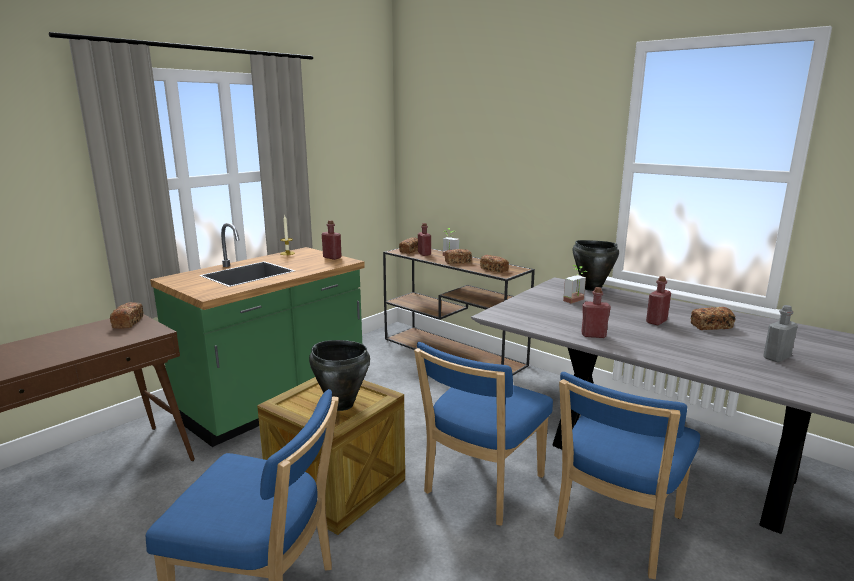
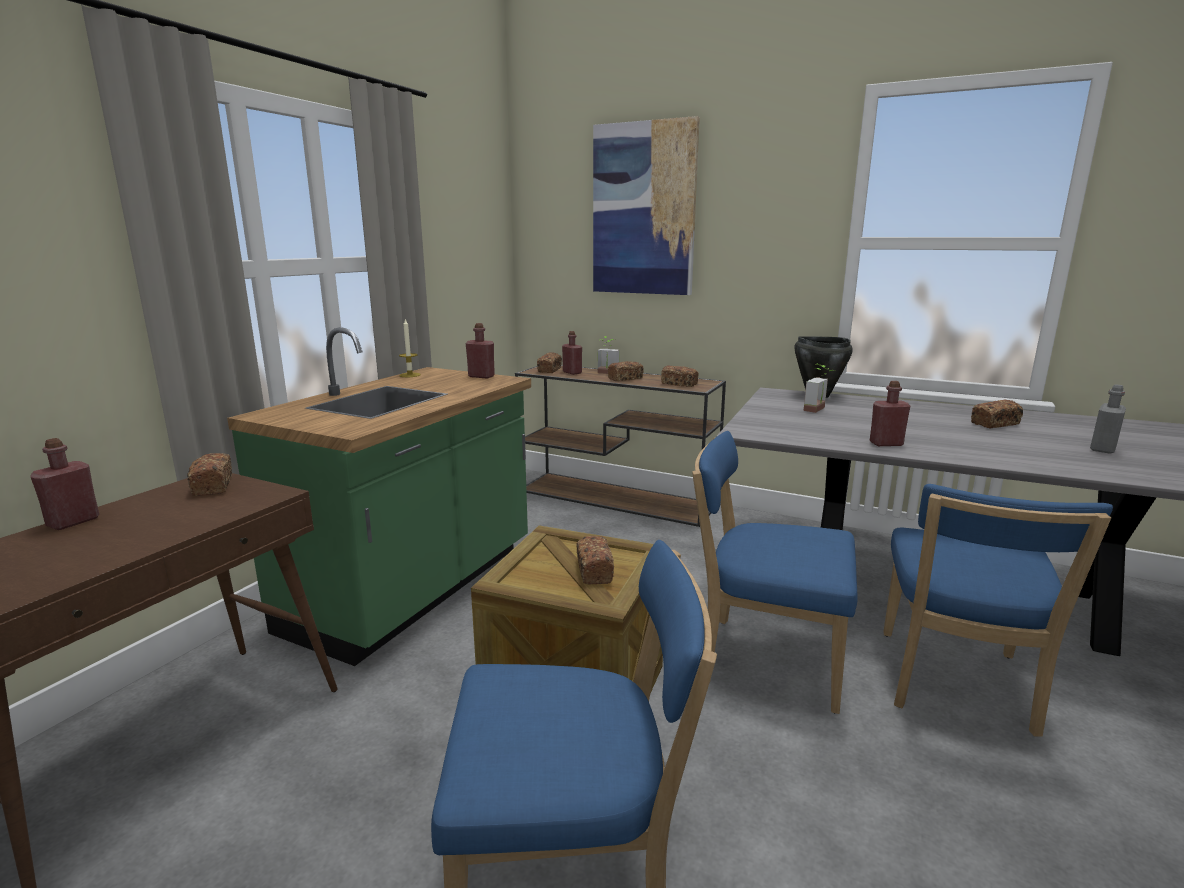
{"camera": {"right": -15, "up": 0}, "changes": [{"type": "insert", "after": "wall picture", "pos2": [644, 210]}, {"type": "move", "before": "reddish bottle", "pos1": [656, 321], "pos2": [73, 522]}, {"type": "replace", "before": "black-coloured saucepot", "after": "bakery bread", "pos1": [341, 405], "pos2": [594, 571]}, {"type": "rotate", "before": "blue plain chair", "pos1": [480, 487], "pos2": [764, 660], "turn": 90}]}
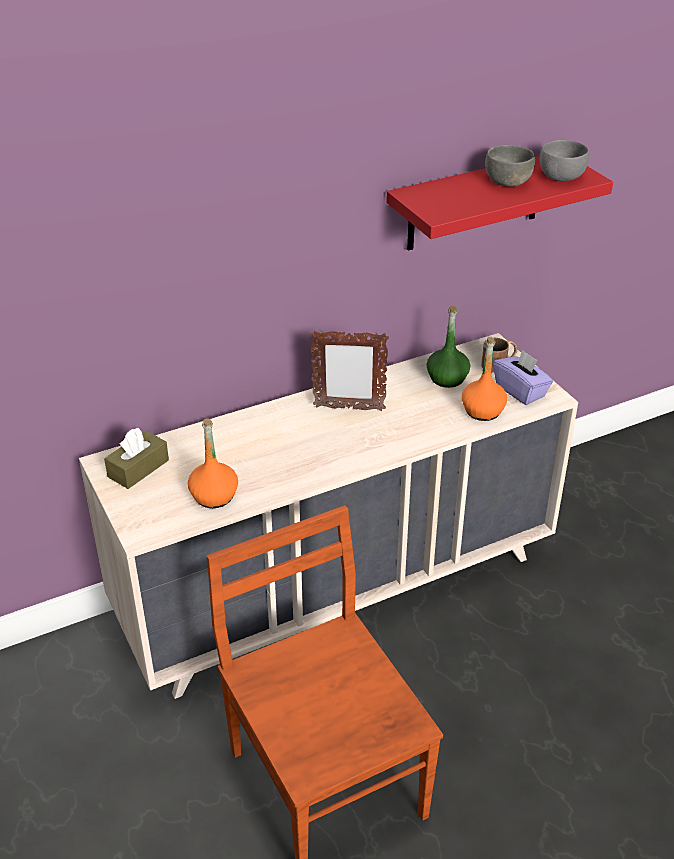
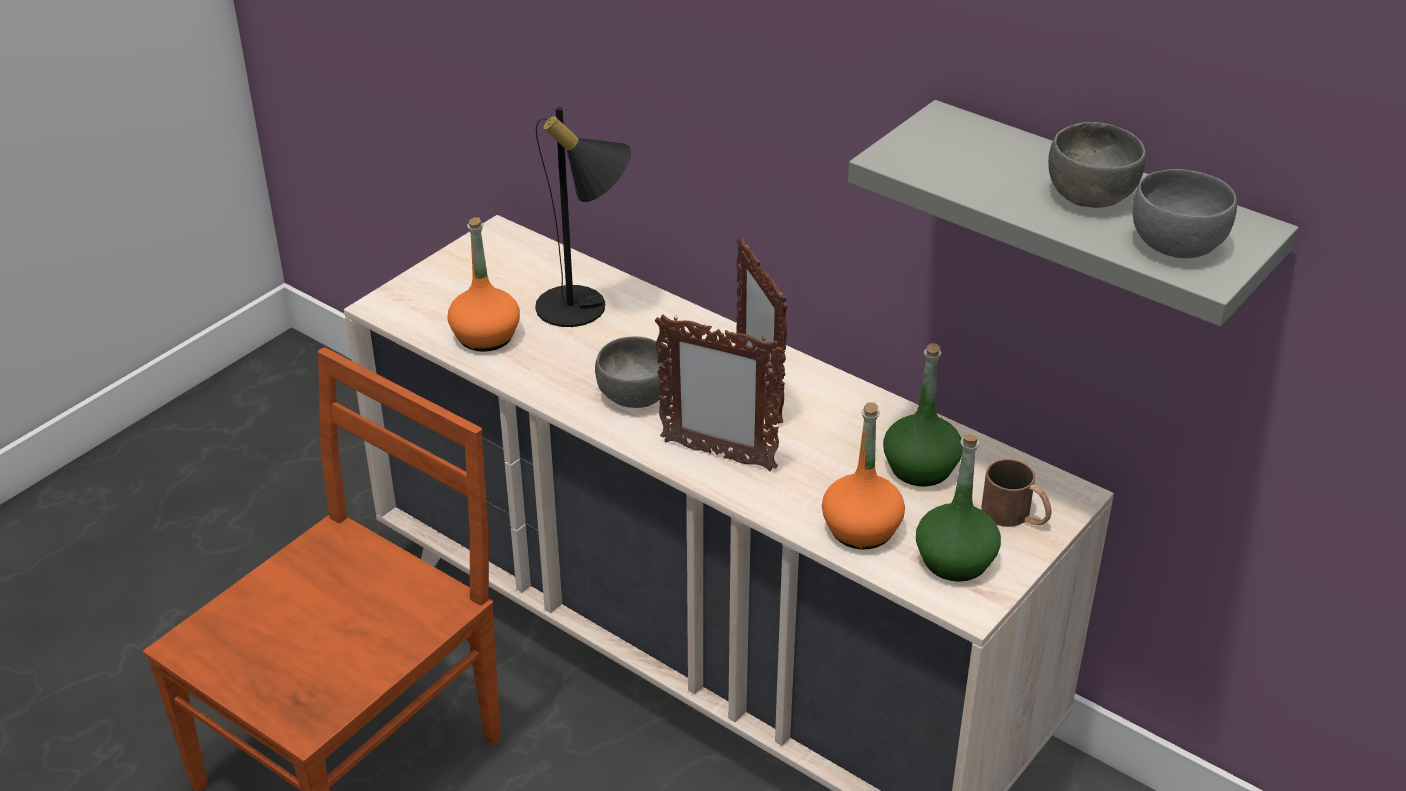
{"camera": {"right": 65, "up": 0}, "changes": [{"type": "delete", "before": "brown tissue box", "pos1": [138, 468]}, {"type": "insert", "after": "black-coloured lamp for a table", "pos2": [584, 308]}, {"type": "insert", "after": "grey bowl", "pos2": [636, 395]}, {"type": "insert", "after": "photo frame", "pos2": [717, 455]}, {"type": "replace", "before": "purple-coloured tissue box", "after": "green bottle", "pos1": [520, 391], "pos2": [955, 560]}, {"type": "recolor", "before": "reddish bracket shelf", "after": "grey bracket shelf", "pos1": [474, 202], "pos2": [1097, 216]}]}
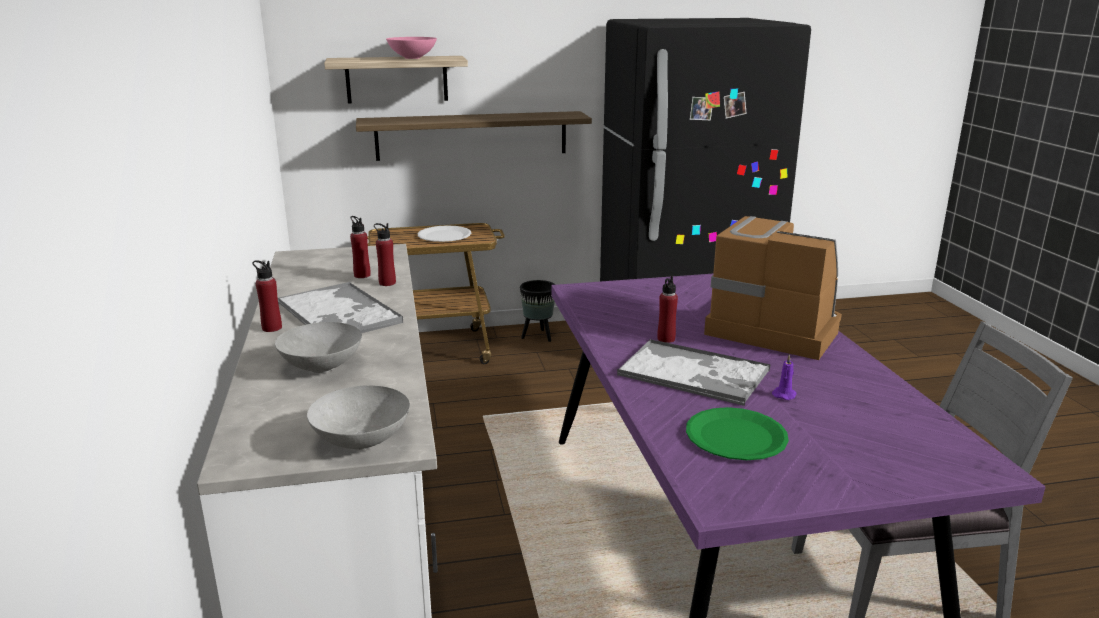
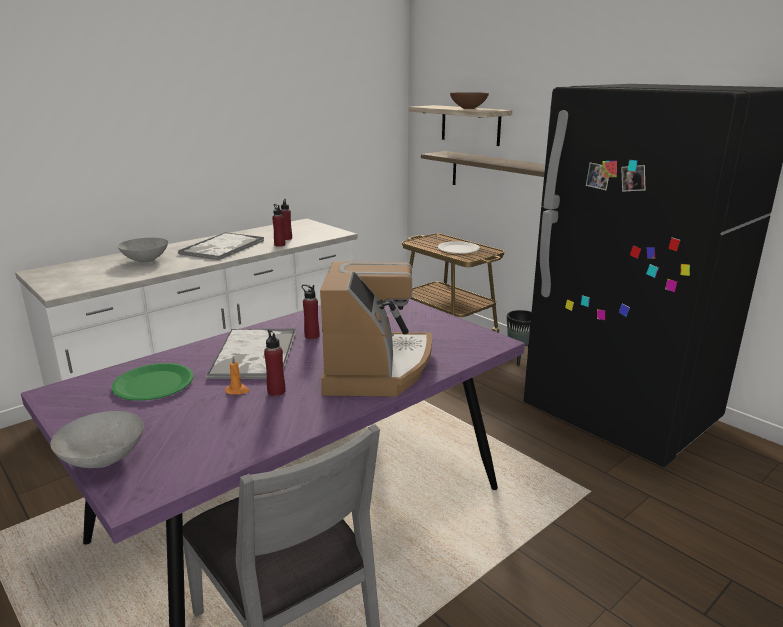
{"camera": {"right": 60, "up": 0}, "changes": [{"type": "move", "before": "reddish bottle", "pos1": [272, 328], "pos2": [276, 391]}, {"type": "move", "before": "grey bowl", "pos1": [362, 442], "pos2": [102, 460]}, {"type": "recolor", "before": "pinkish bowl", "after": "brown bowl", "pos1": [413, 58], "pos2": [469, 108]}, {"type": "recolor", "before": "purple-coloured wax light", "after": "orangey wax light", "pos1": [784, 394], "pos2": [237, 391]}]}
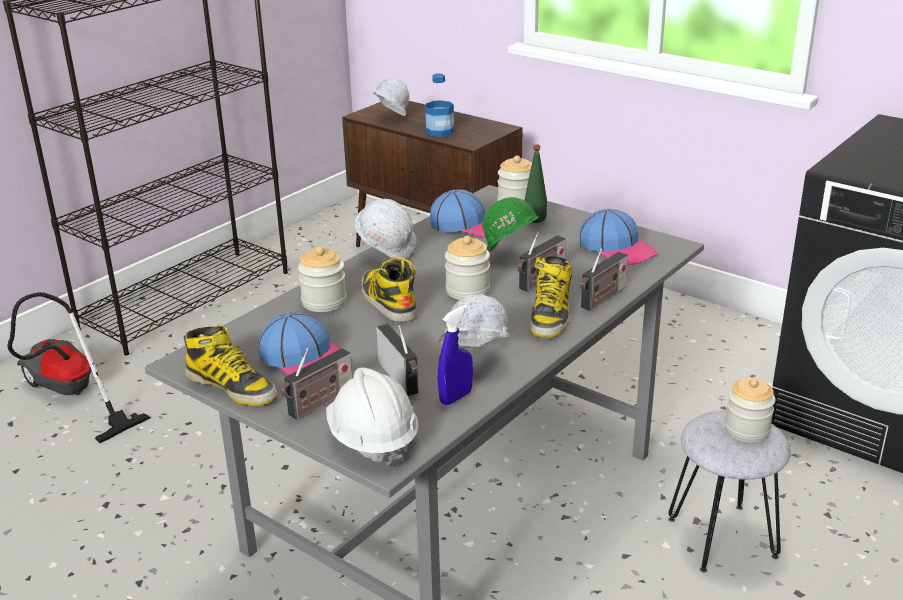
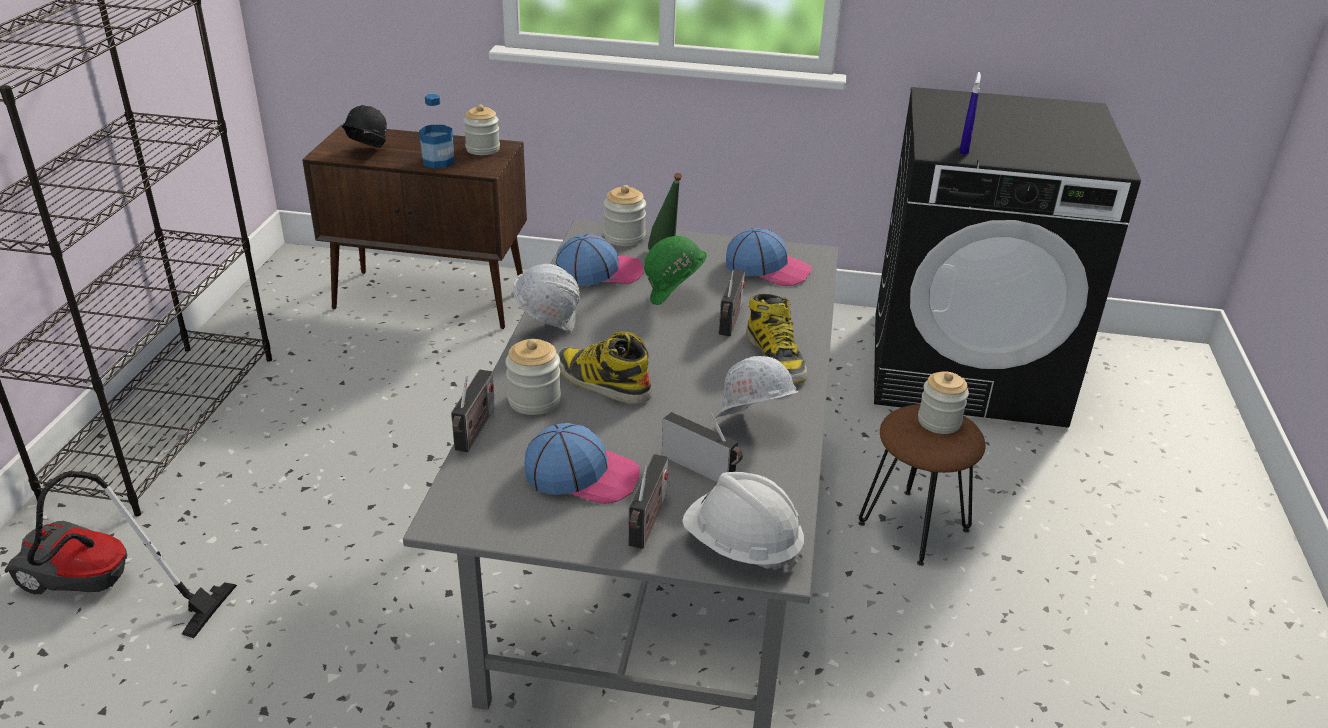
{"camera": {"right": -30, "up": 5}, "changes": [{"type": "delete", "before": "tall boot", "pos1": [232, 386]}, {"type": "move", "before": "blue hand sprayer", "pos1": [456, 397], "pos2": [964, 150]}, {"type": "move", "before": "jar", "pos1": [467, 291], "pos2": [483, 149]}, {"type": "move", "before": "radio", "pos1": [602, 299], "pos2": [475, 431]}, {"type": "recolor", "before": "whitish hard hat", "after": "black-coloured hard hat", "pos1": [391, 119], "pos2": [366, 154]}, {"type": "recolor", "before": "grey sitting stool", "after": "brown sitting stool", "pos1": [722, 538], "pos2": [914, 527]}]}
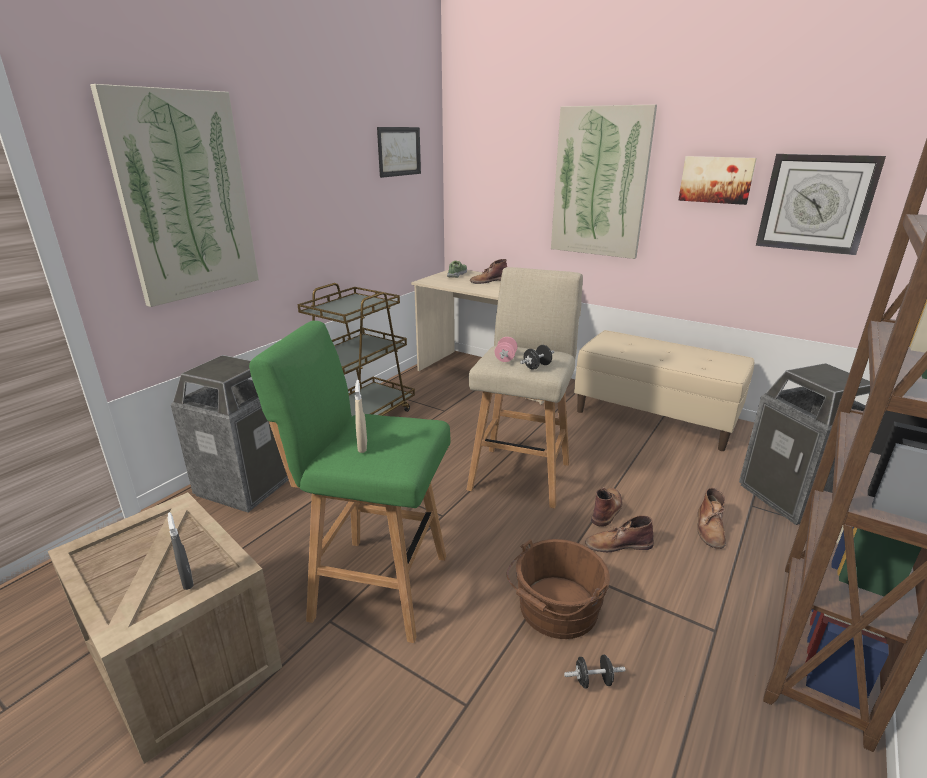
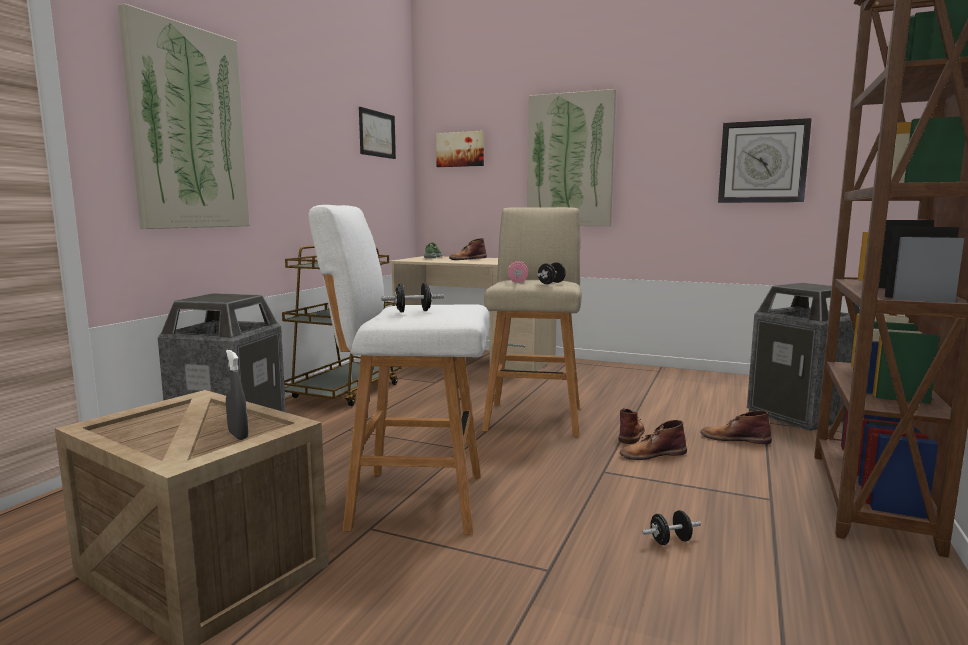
{"camera": {"right": -10, "up": -15}, "changes": [{"type": "delete", "before": "brown water bucket", "pos1": [555, 610]}, {"type": "delete", "before": "sand-coloured long seat", "pos1": [655, 417]}, {"type": "move", "before": "wall picture", "pos1": [716, 179], "pos2": [460, 149]}, {"type": "replace", "before": "sand-coloured hand sprayer", "after": "black-coloured dumbbell", "pos1": [362, 446], "pos2": [413, 311]}, {"type": "recolor", "before": "green sitting stool", "after": "whitish sitting stool", "pos1": [375, 585], "pos2": [411, 500]}, {"type": "rotate", "before": "brown tall boot", "pos1": [710, 529], "pos2": [734, 438], "turn": 105}]}
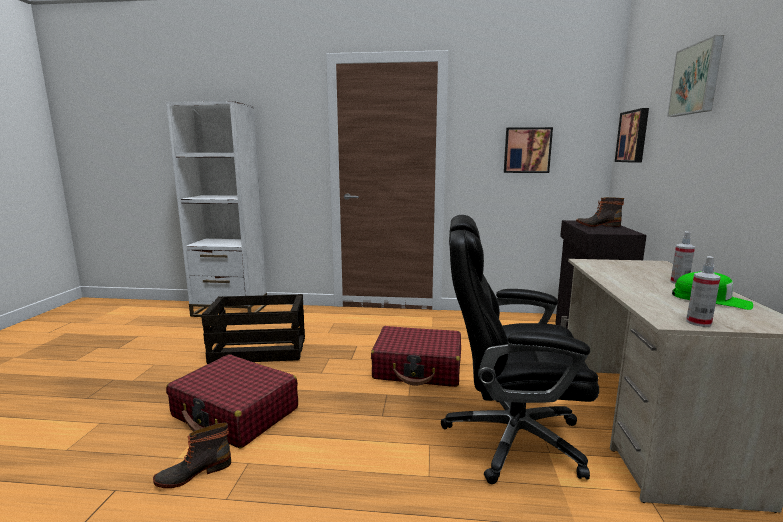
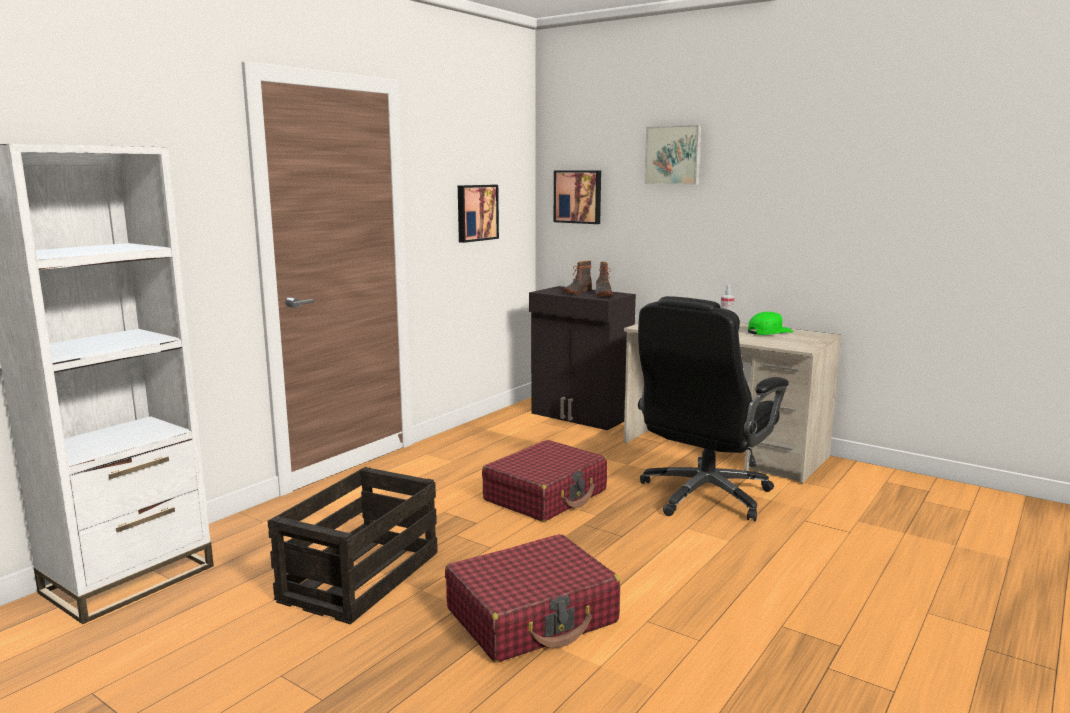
{"camera": {"right": -60, "up": 0}, "changes": [{"type": "delete", "before": "hand sprayer", "pos1": [698, 322]}, {"type": "move", "before": "tall boot", "pos1": [194, 472], "pos2": [602, 294]}]}
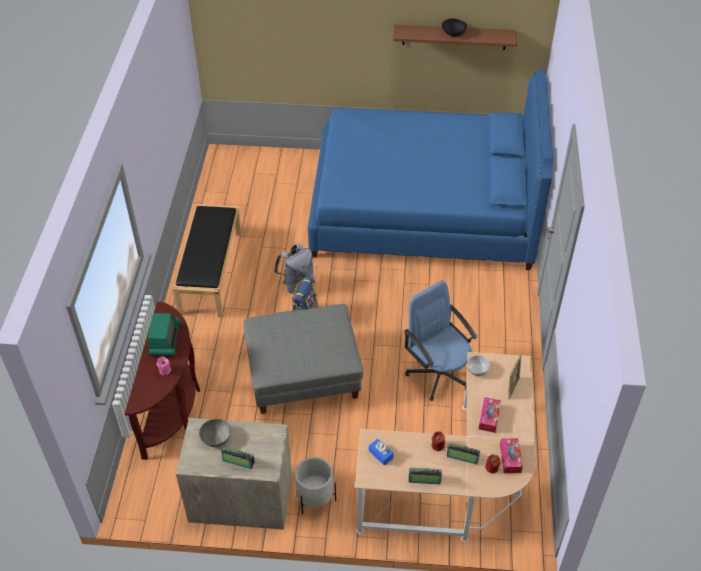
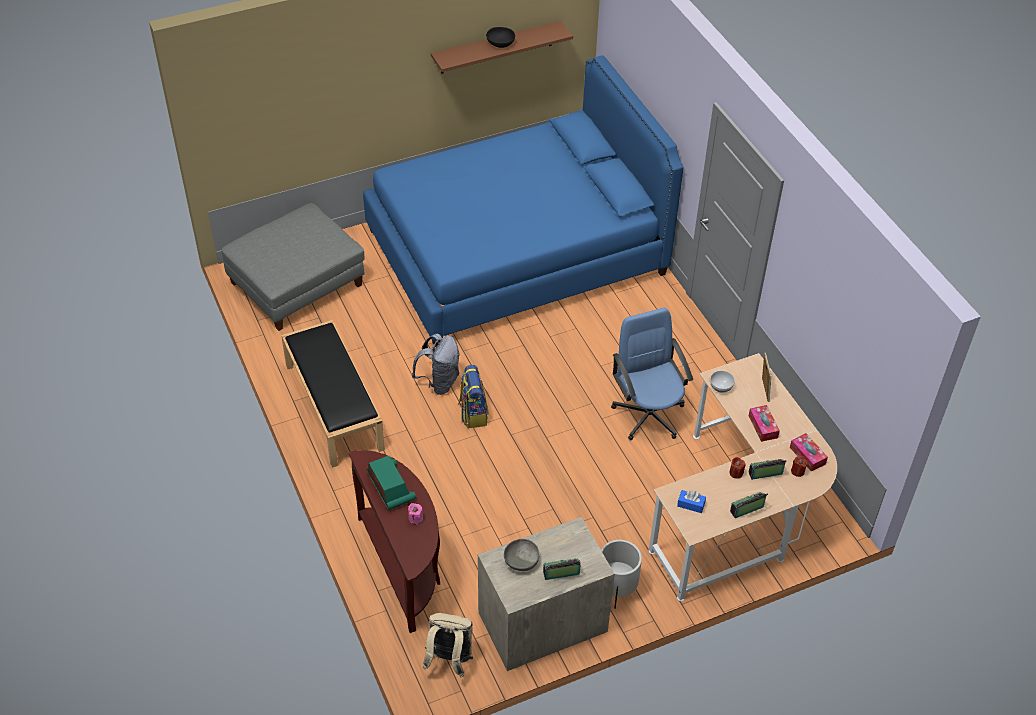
{"camera": {"right": -30, "up": 0}, "changes": [{"type": "insert", "after": "sand-coloured rucksack", "pos2": [449, 660]}, {"type": "move", "before": "grey footrest", "pos1": [304, 373], "pos2": [297, 283]}, {"type": "rotate", "before": "blue office chair", "pos1": [438, 373], "pos2": [648, 414], "turn": 45}]}
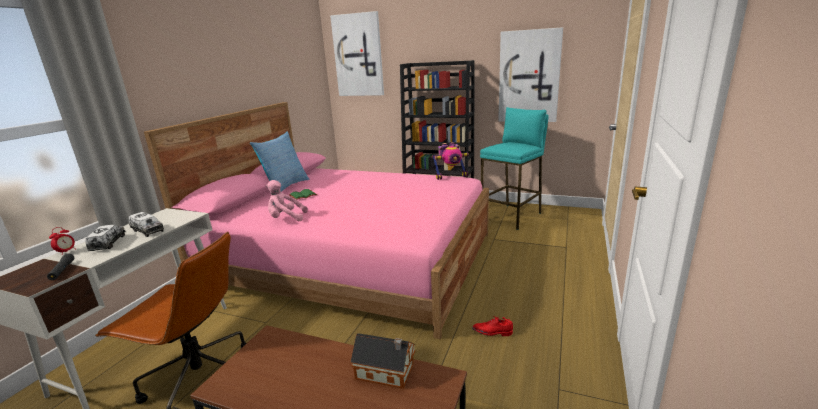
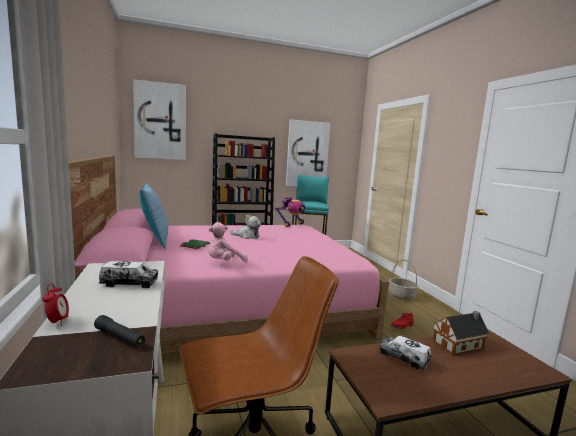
{"camera": {"right": -40, "up": -10}, "changes": [{"type": "insert", "after": "soft toy", "pos2": [247, 236]}, {"type": "insert", "after": "storage basket", "pos2": [402, 296]}, {"type": "move", "before": "toy truck", "pos1": [108, 243], "pos2": [403, 358]}]}
